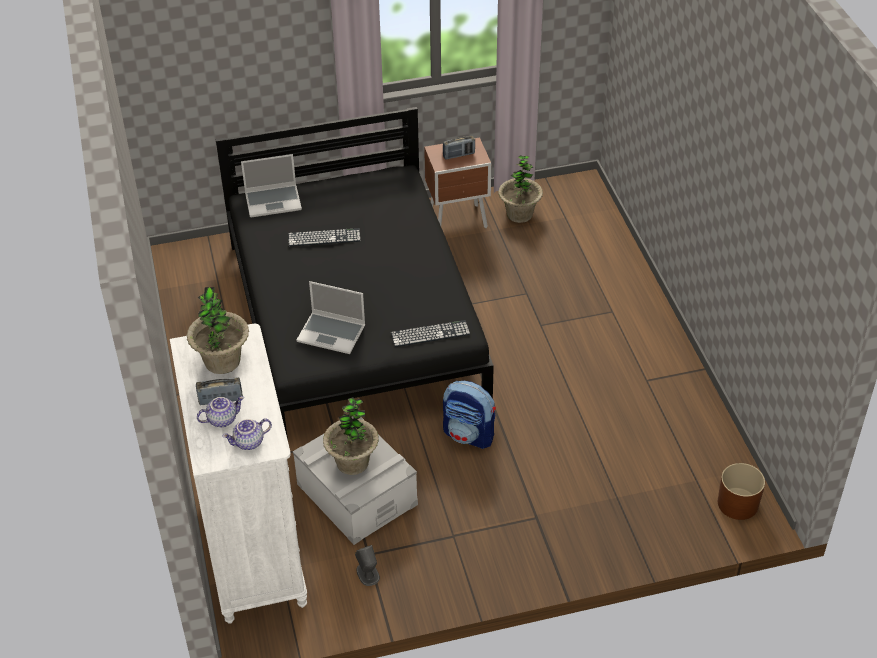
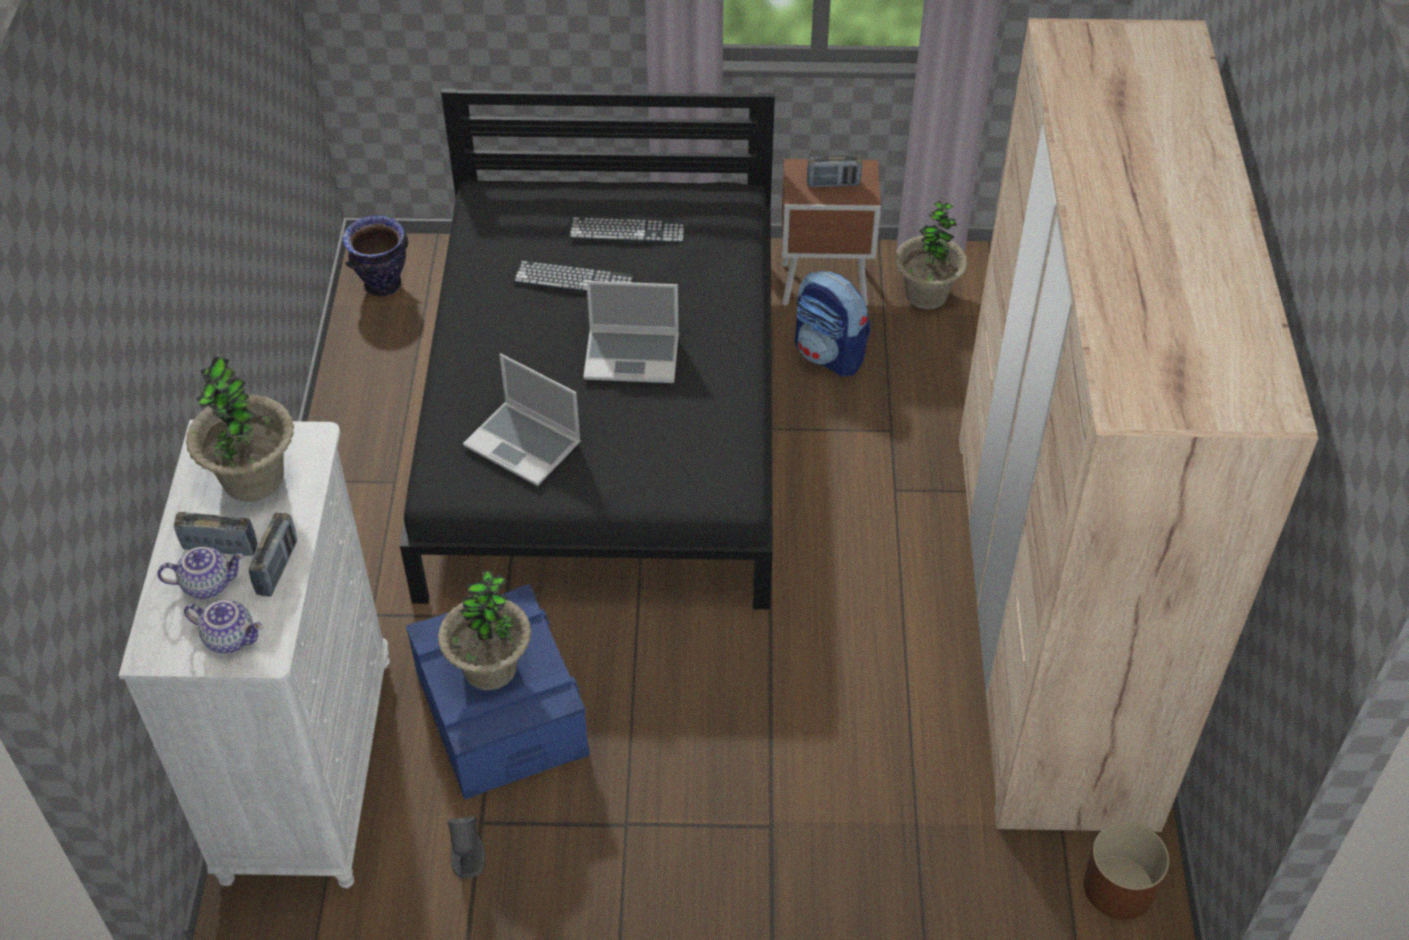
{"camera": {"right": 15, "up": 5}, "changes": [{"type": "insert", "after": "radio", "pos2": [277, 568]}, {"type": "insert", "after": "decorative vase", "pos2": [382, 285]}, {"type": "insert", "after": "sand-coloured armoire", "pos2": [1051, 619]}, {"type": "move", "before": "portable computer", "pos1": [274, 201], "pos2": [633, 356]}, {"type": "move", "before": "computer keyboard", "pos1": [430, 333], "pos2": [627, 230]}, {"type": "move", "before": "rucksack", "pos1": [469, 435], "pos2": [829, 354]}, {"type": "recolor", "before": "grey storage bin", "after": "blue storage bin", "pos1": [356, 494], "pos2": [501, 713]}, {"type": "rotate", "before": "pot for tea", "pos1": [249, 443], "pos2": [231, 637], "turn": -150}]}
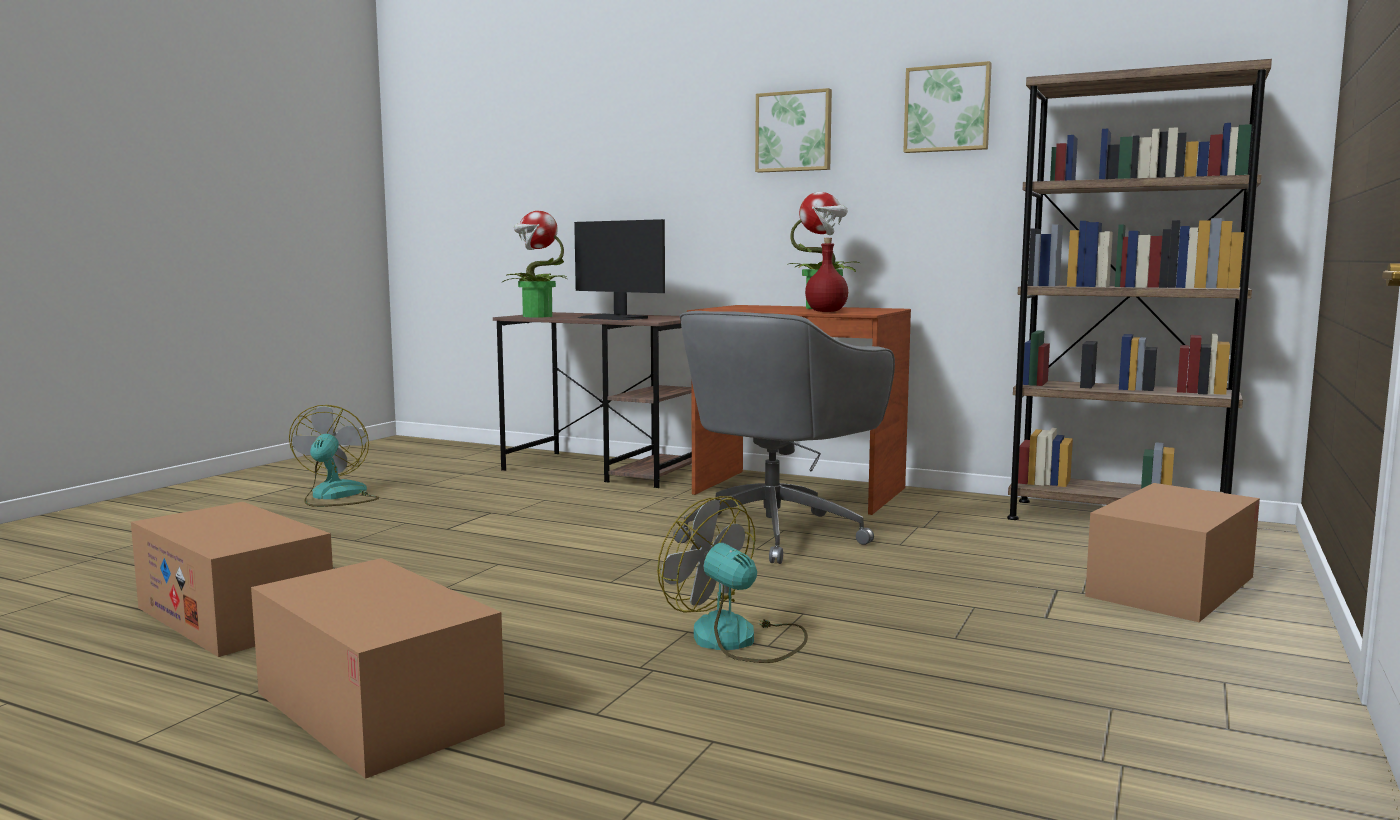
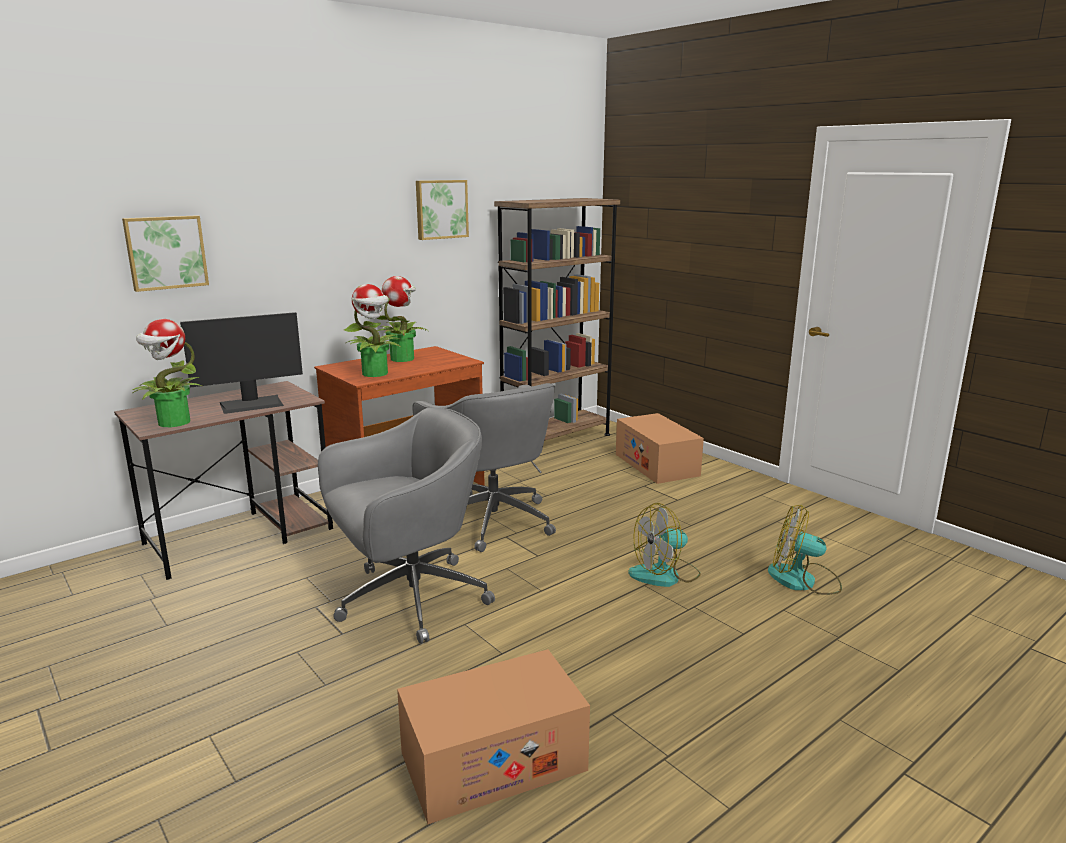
{"camera": {"right": -65, "up": 10}, "changes": [{"type": "delete", "before": "packing box", "pos1": [377, 709]}, {"type": "delete", "before": "reddish bottle", "pos1": [826, 312]}, {"type": "insert", "after": "grey office chair", "pos2": [409, 600]}, {"type": "insert", "after": "potted plant", "pos2": [376, 373]}, {"type": "move", "before": "electric fan", "pos1": [335, 496], "pos2": [803, 580]}, {"type": "move", "before": "wall picture", "pos1": [794, 132], "pos2": [166, 252]}]}
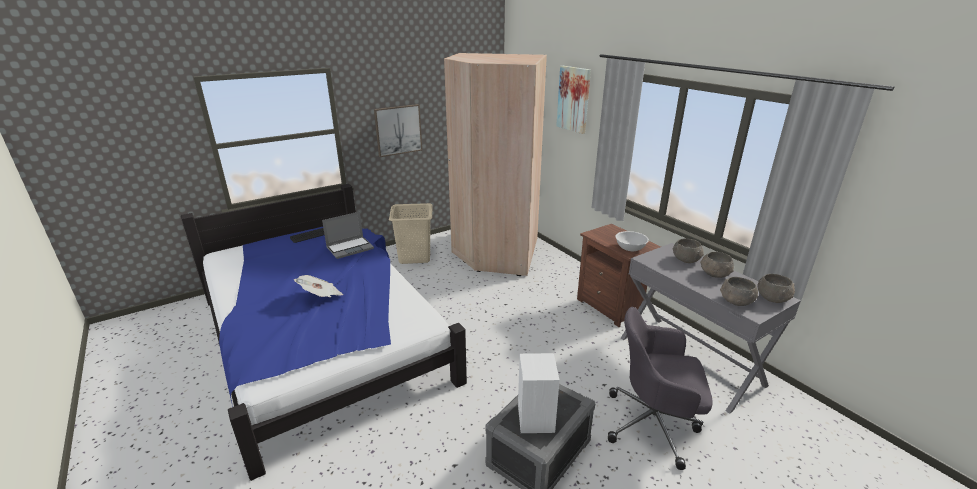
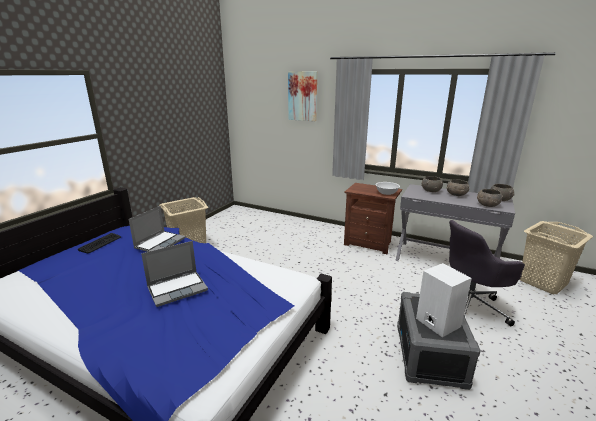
{"camera": {"right": -30, "up": -5}, "changes": [{"type": "delete", "before": "wall picture", "pos1": [398, 130]}, {"type": "delete", "before": "sand-coloured armoire", "pos1": [495, 252]}, {"type": "insert", "after": "sand-coloured hamper", "pos2": [542, 282]}, {"type": "replace", "before": "printed paper", "after": "portable computer", "pos1": [321, 296], "pos2": [178, 288]}]}
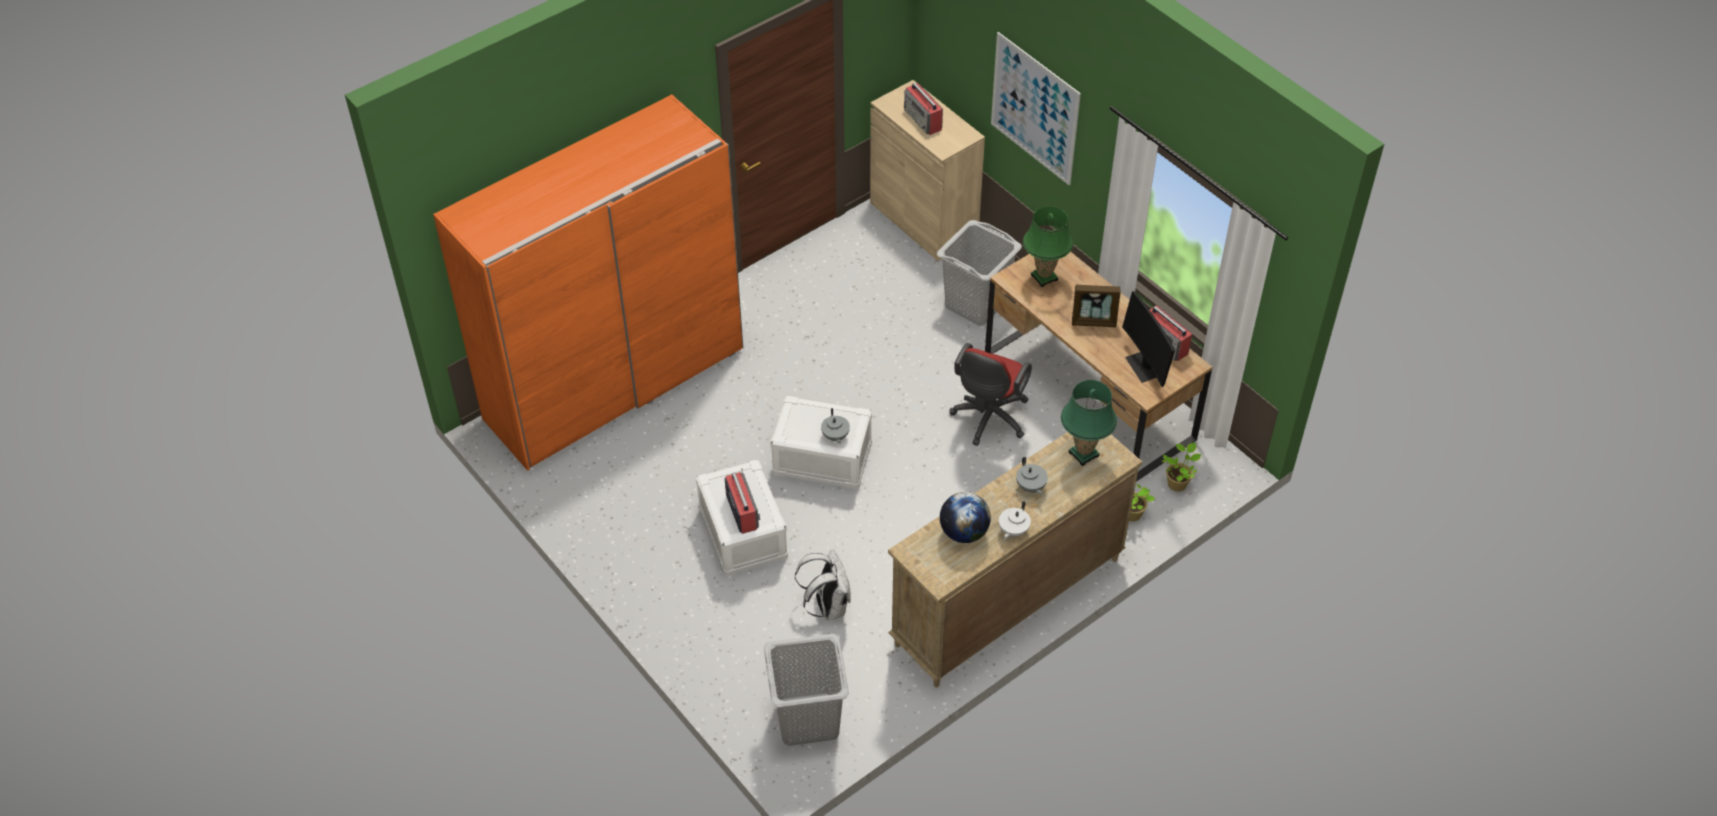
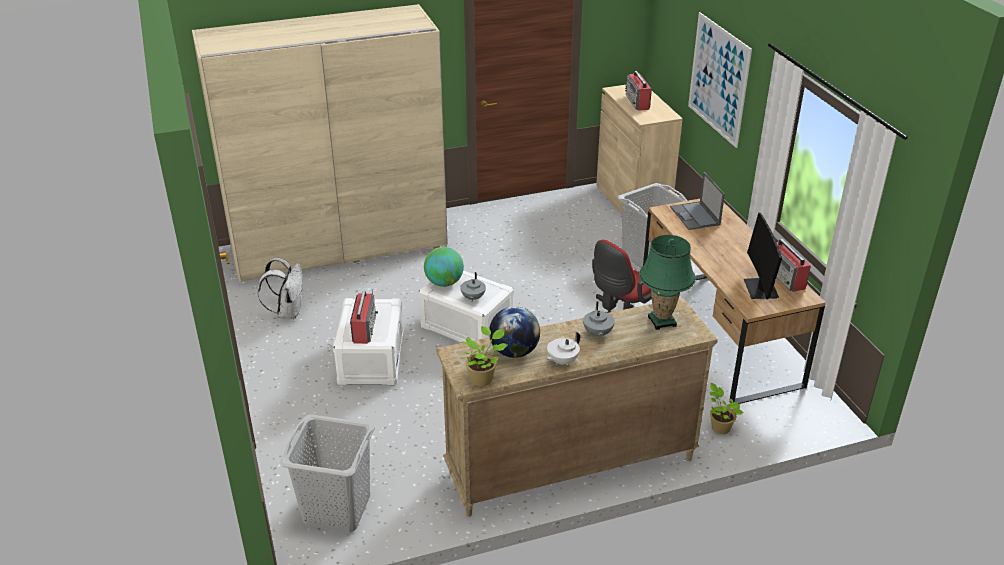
{"camera": {"right": 20, "up": -15}, "changes": [{"type": "delete", "before": "photo frame", "pos1": [1094, 321]}, {"type": "insert", "after": "desk globe", "pos2": [444, 283]}, {"type": "move", "before": "whitish rucksack", "pos1": [827, 606], "pos2": [288, 312]}, {"type": "move", "before": "potted plant", "pos1": [1177, 483], "pos2": [483, 378]}, {"type": "replace", "before": "green lamp for a table", "after": "portable computer", "pos1": [1044, 277], "pos2": [695, 216]}, {"type": "recolor", "before": "orangey armoire", "after": "sand-coloured armoire", "pos1": [615, 383], "pos2": [339, 246]}]}
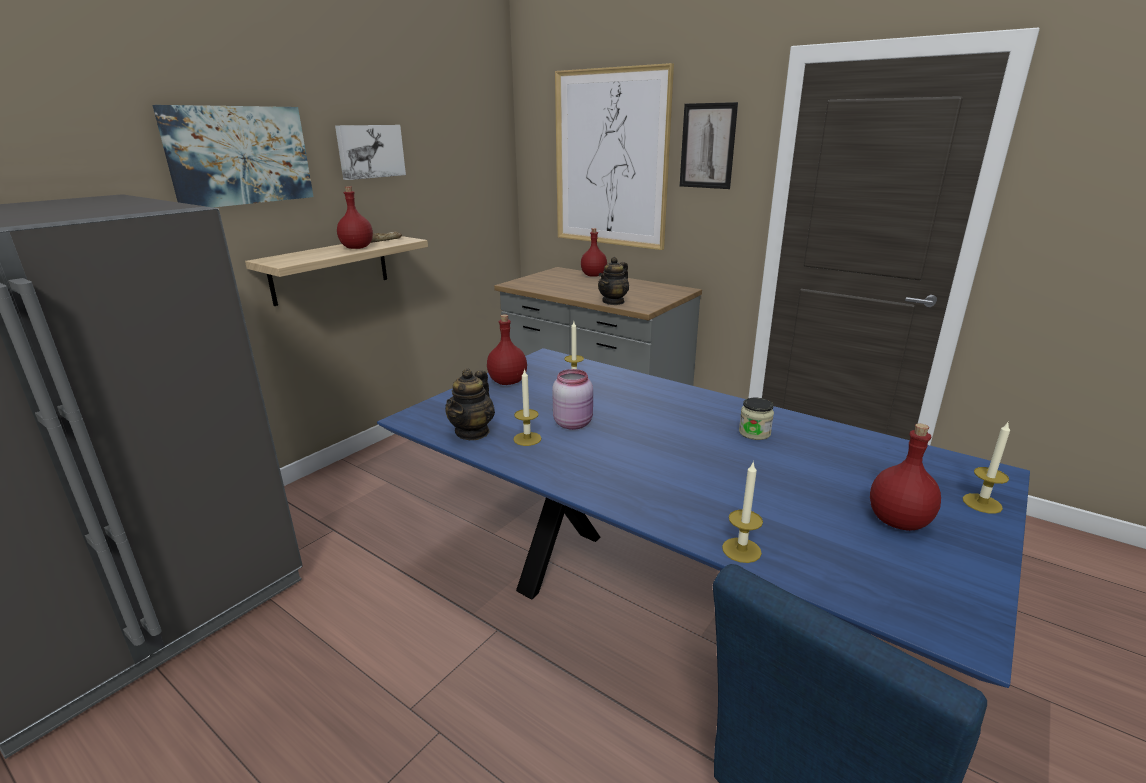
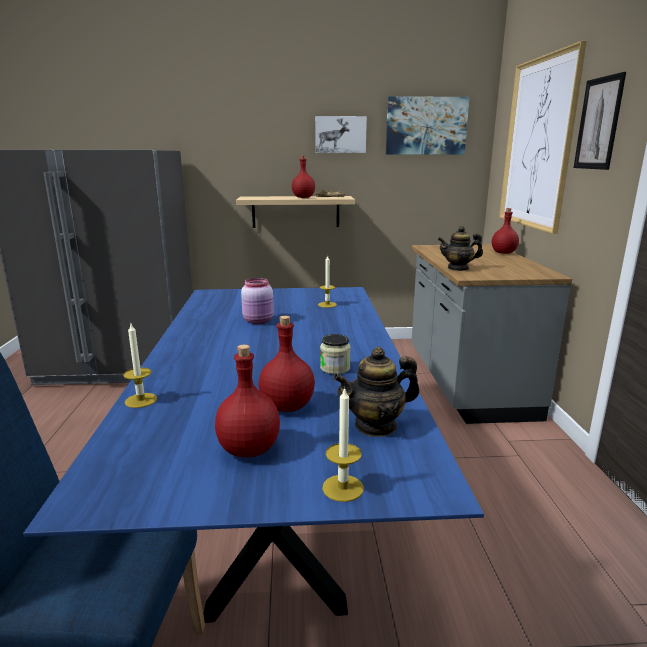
{"camera": {"right": 50, "up": -5}, "changes": [{"type": "delete", "before": "wax light", "pos1": [527, 439]}, {"type": "move", "before": "wall picture", "pos1": [239, 155], "pos2": [426, 126]}, {"type": "move", "before": "pot for tea", "pos1": [472, 432], "pos2": [376, 426]}, {"type": "move", "before": "reddish bottle", "pos1": [507, 382], "pos2": [286, 407]}]}
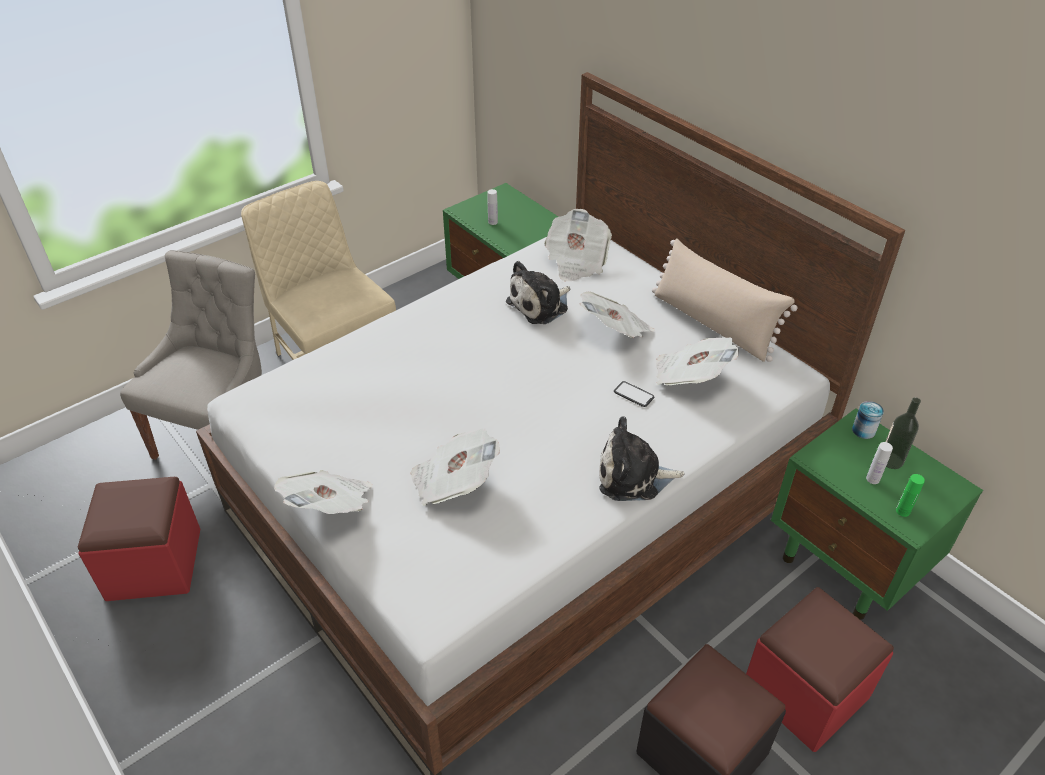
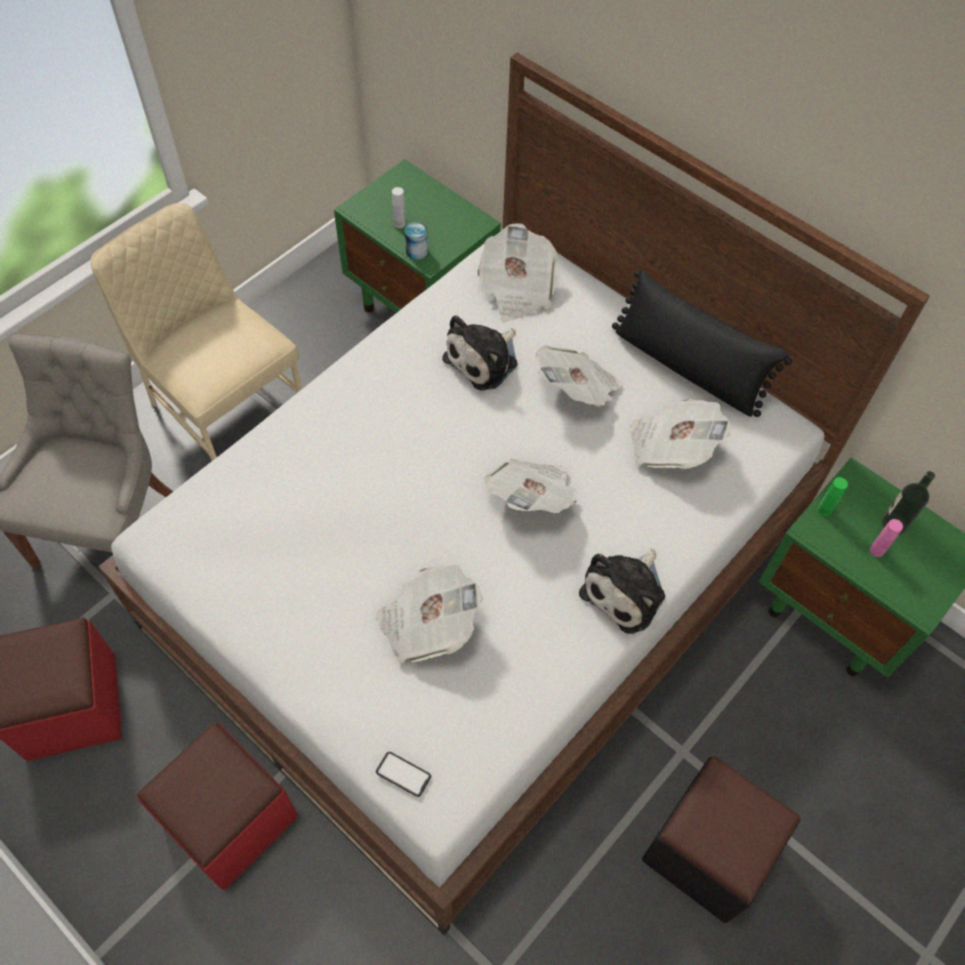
{"camera": {"right": -10, "up": 15}, "changes": [{"type": "move", "before": "printed paper", "pos1": [331, 507], "pos2": [532, 497]}, {"type": "move", "before": "telephone", "pos1": [633, 394], "pos2": [403, 774]}, {"type": "move", "before": "reddish footrest", "pos1": [805, 692], "pos2": [229, 819]}, {"type": "move", "before": "metal can", "pos1": [863, 430], "pos2": [416, 251]}, {"type": "move", "before": "green bottle", "pos1": [902, 511], "pos2": [824, 509]}, {"type": "recolor", "before": "sand-coloured cushion", "after": "black-coloured cushion", "pos1": [713, 324], "pos2": [688, 367]}, {"type": "recolor", "before": "whitish bottle", "after": "pinkish bottle", "pos1": [872, 479], "pos2": [876, 550]}, {"type": "rotate", "before": "soft toy", "pos1": [633, 476], "pos2": [626, 592], "turn": -45}]}
